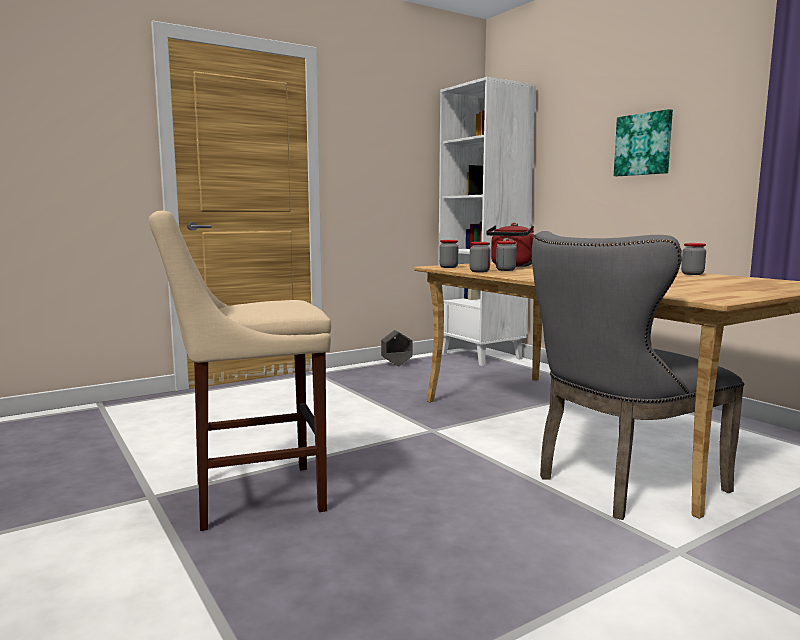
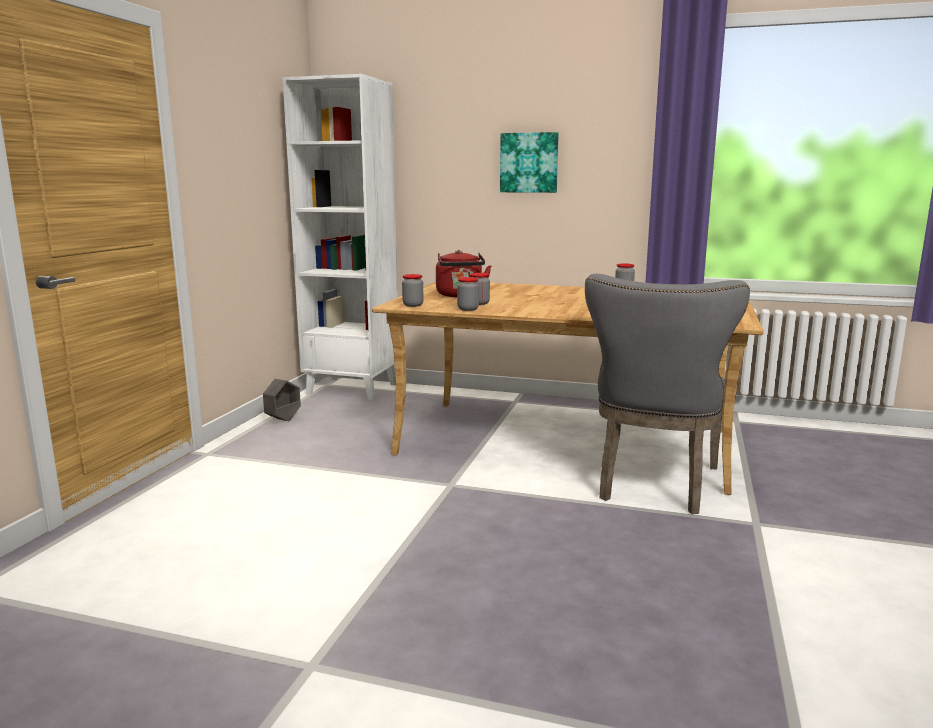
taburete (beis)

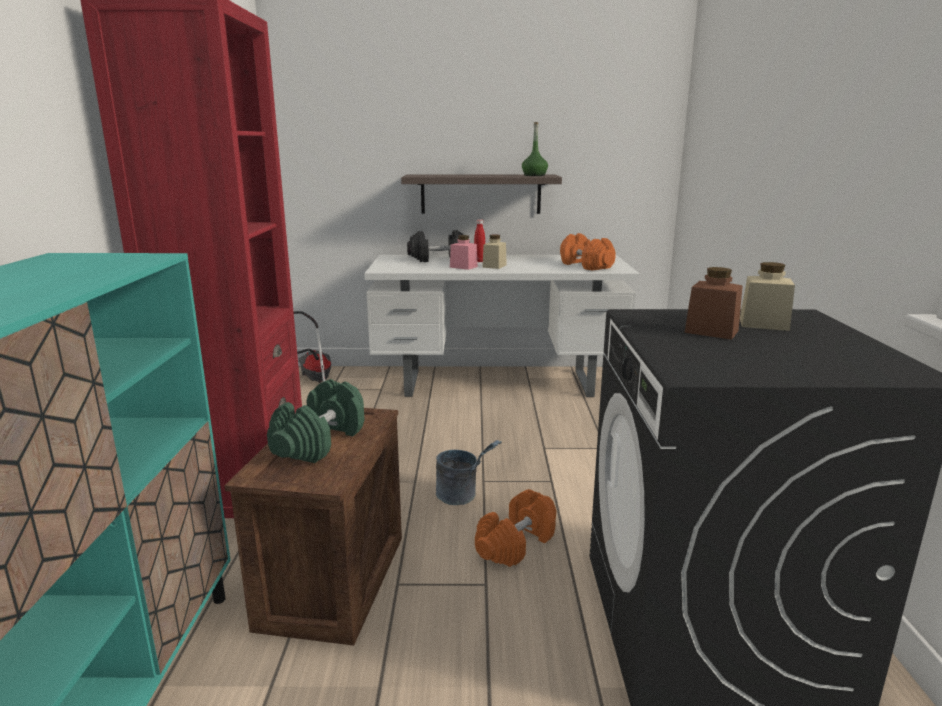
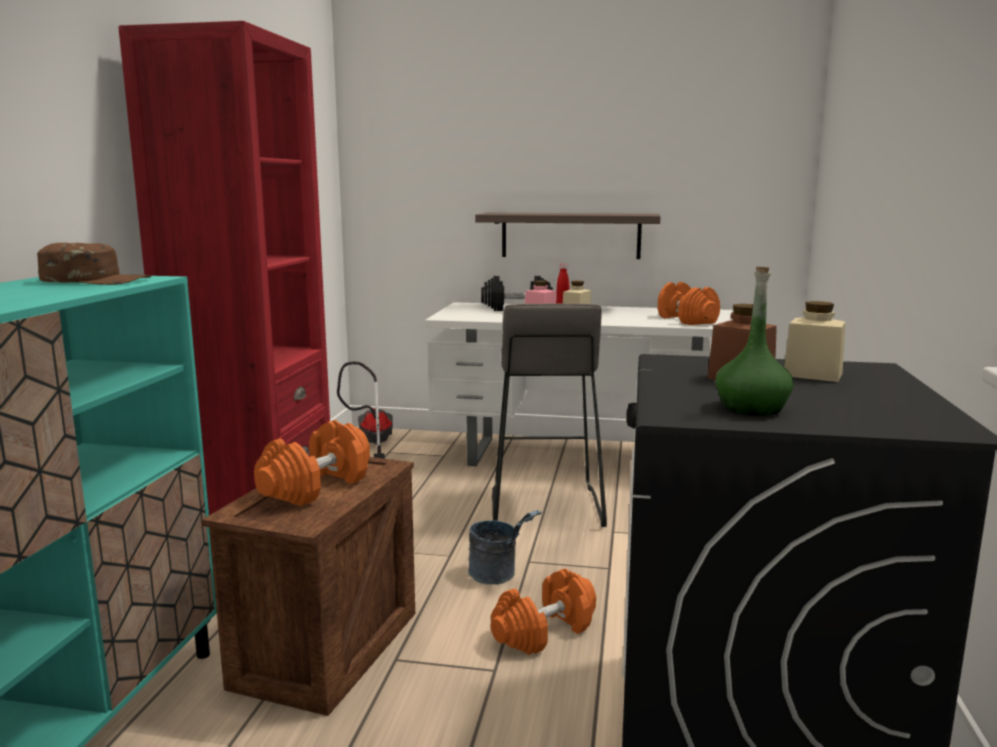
mancuerna (naranja) (1st from left)
botella (verde)
gorra (marrón)
taburete (gris)

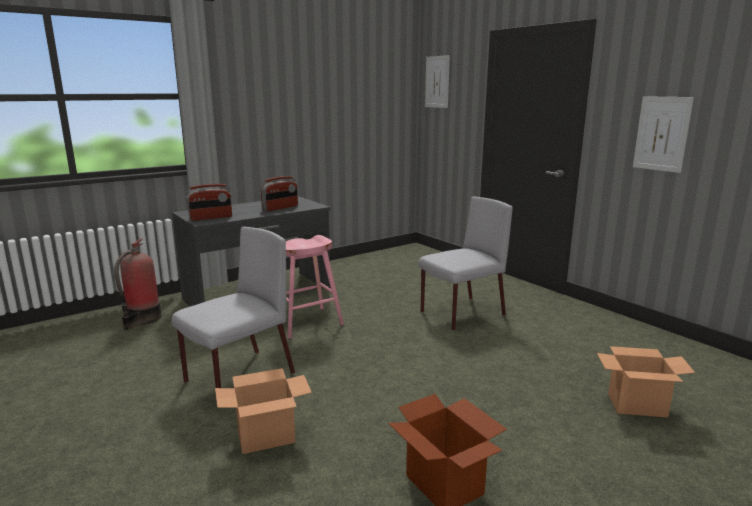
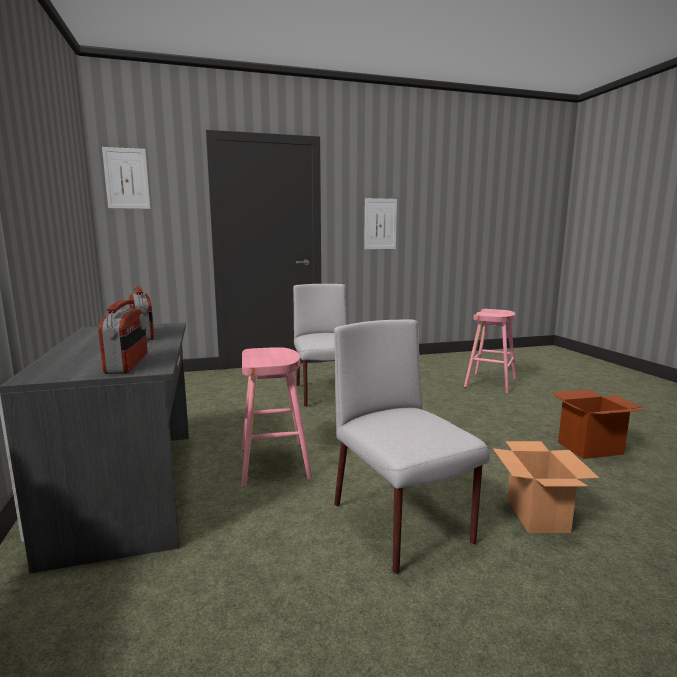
extintor
taburete (rosa) (2nd from left)

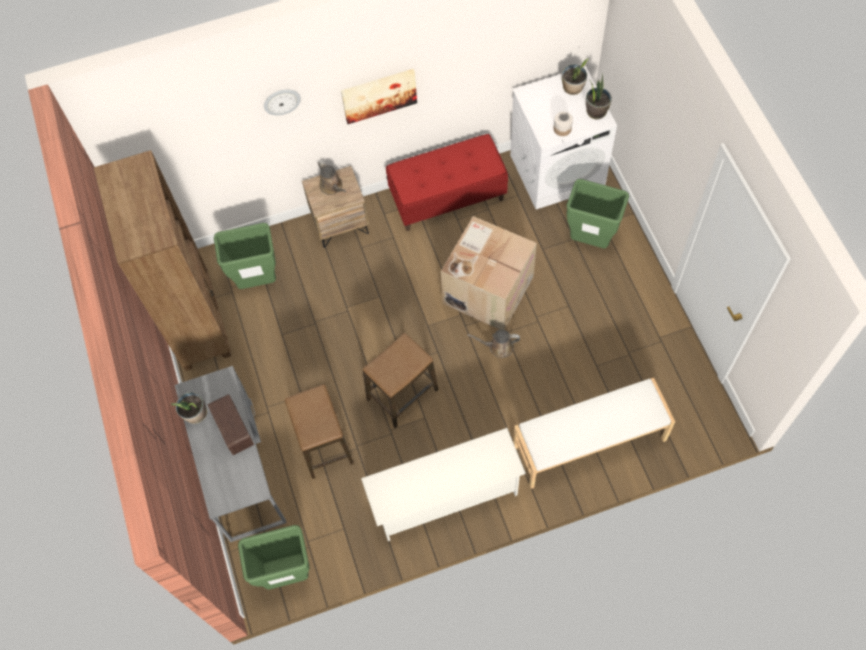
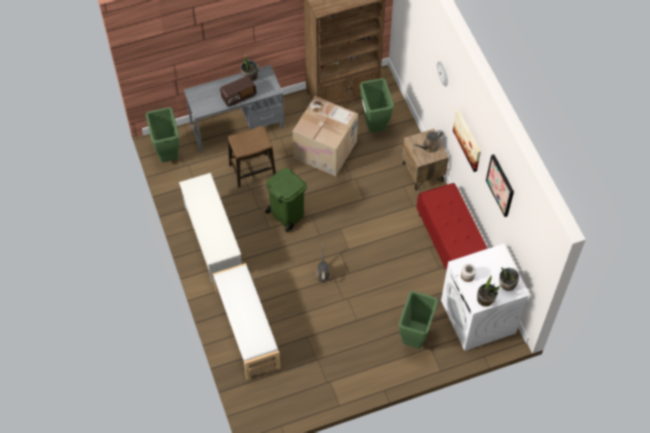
papelera (verde) (2nd from left)
caja de cartón
cuadro (2nd from left)

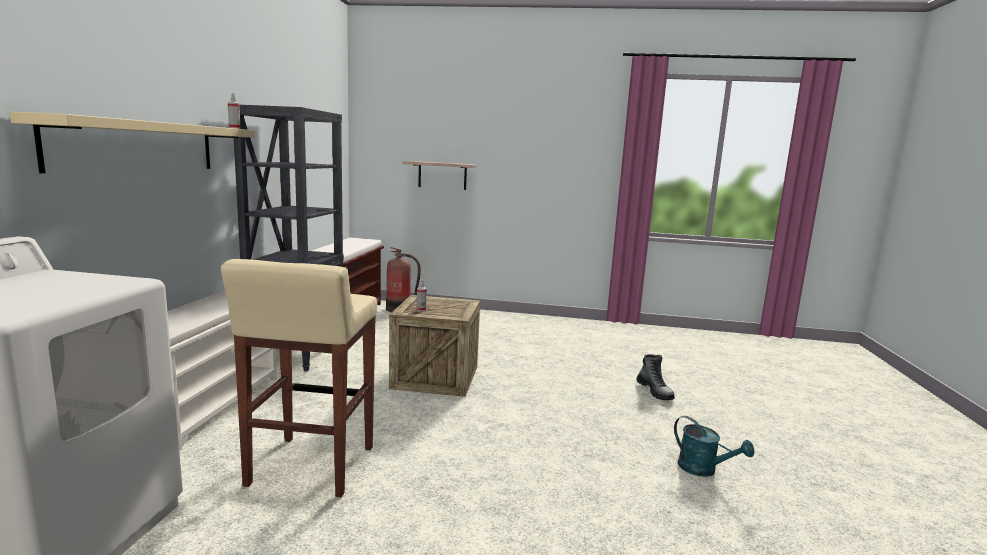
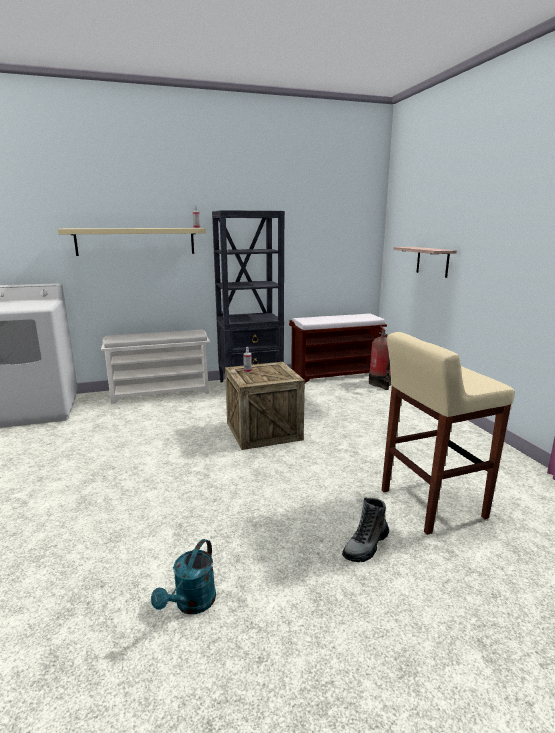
taburete (beis)

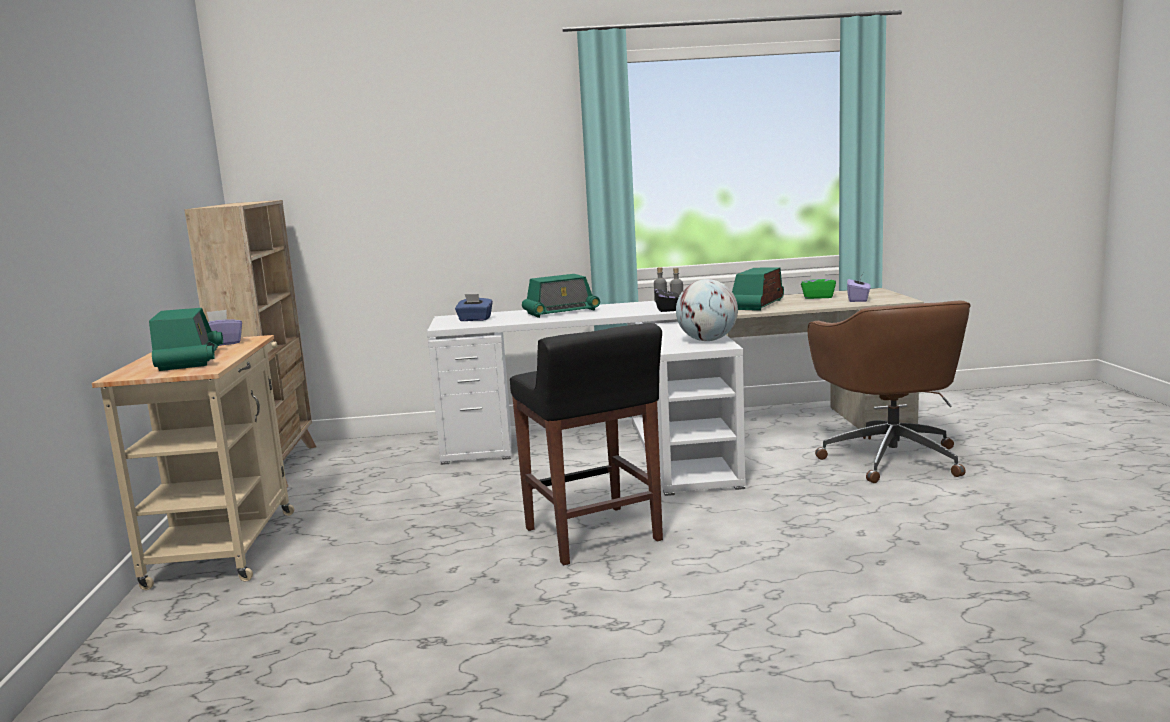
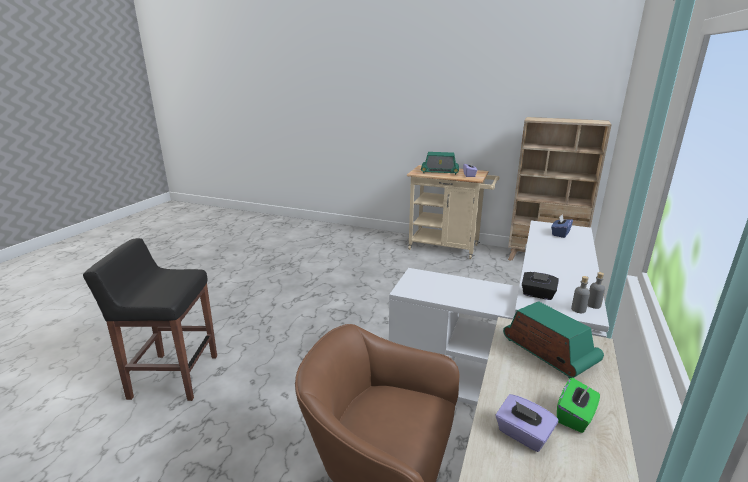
taburete (negro)
radio (2nd from left in the first image)
globo terráqueo

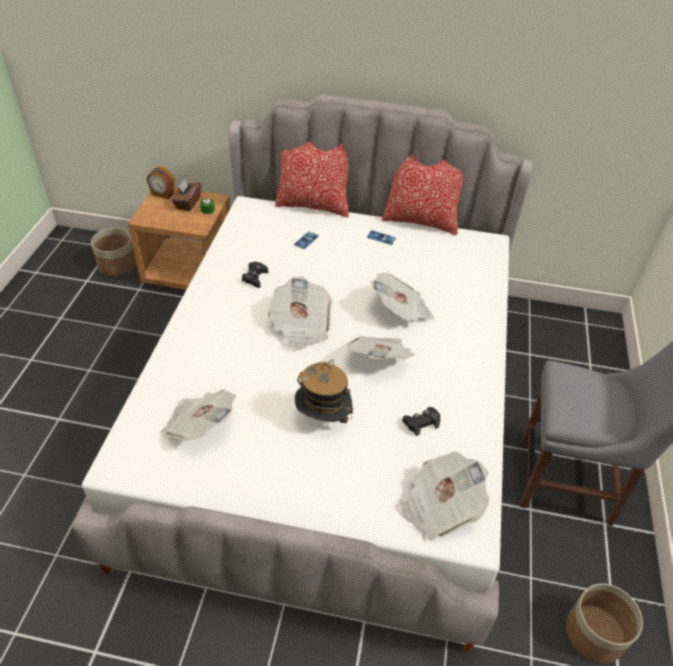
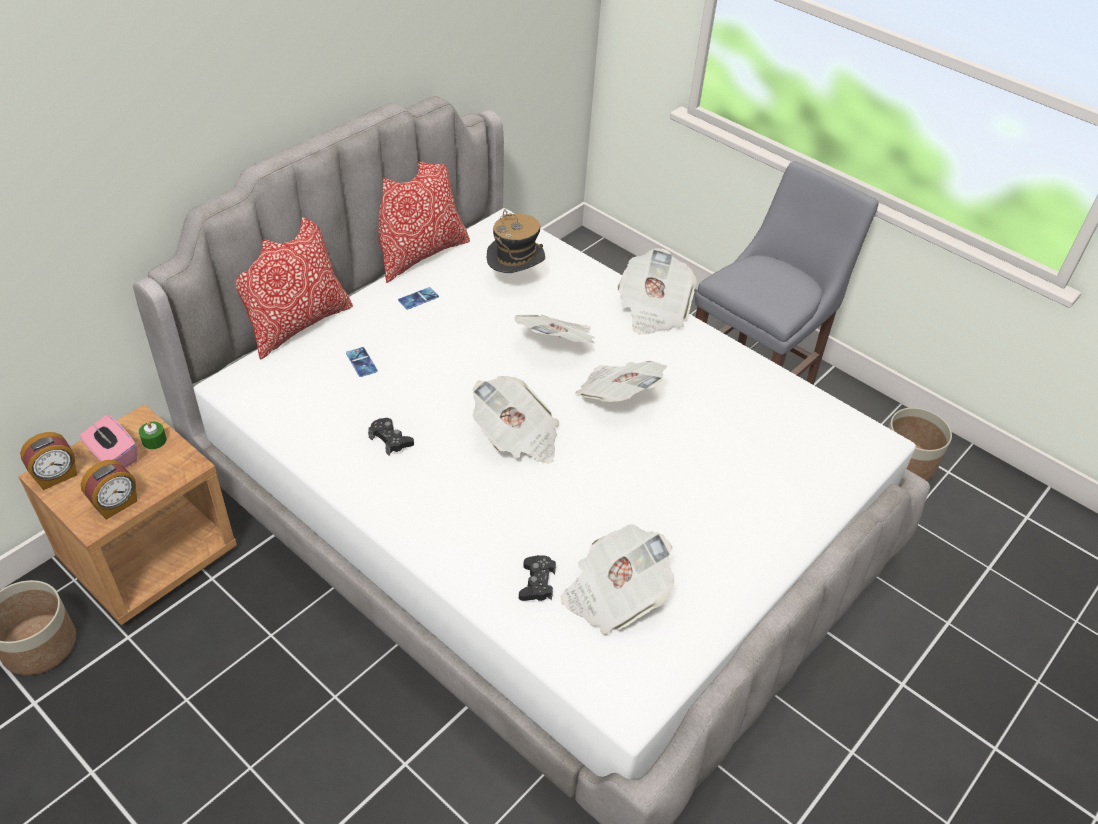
caja de pañuelos (rosa)
sombrero
periódico (5th from left)
mando de consola (negro) (2nd from left)
despertador (2nd from left)

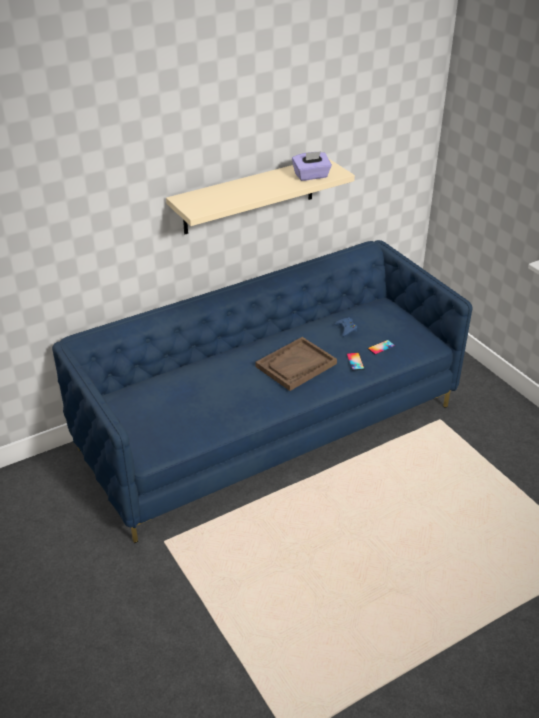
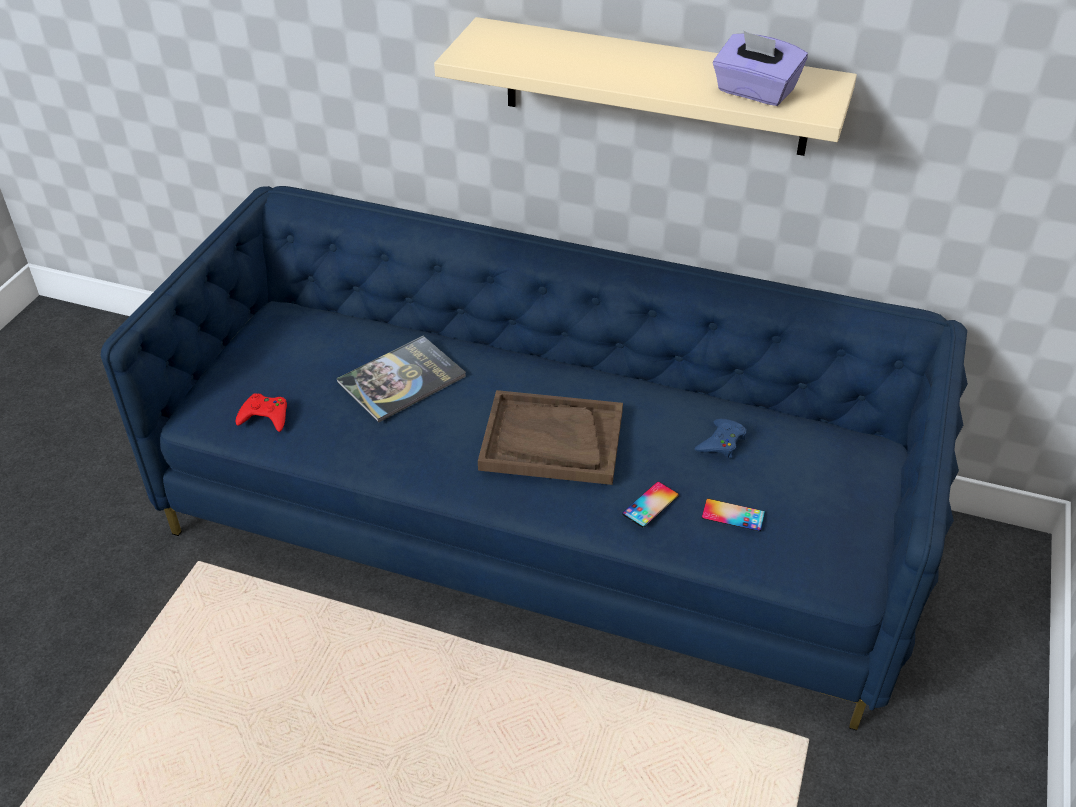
mando de consola (rojo)
libro

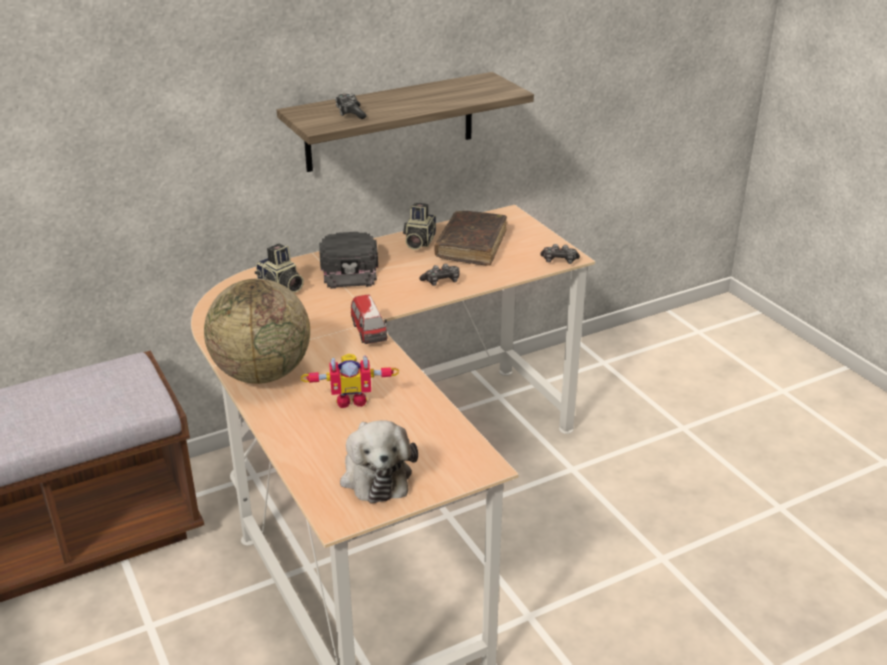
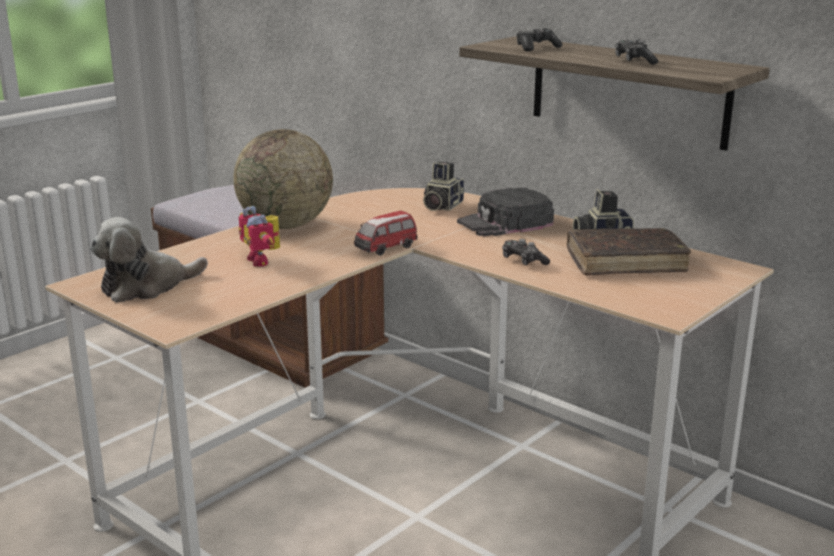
mando de consola (3rd from left)

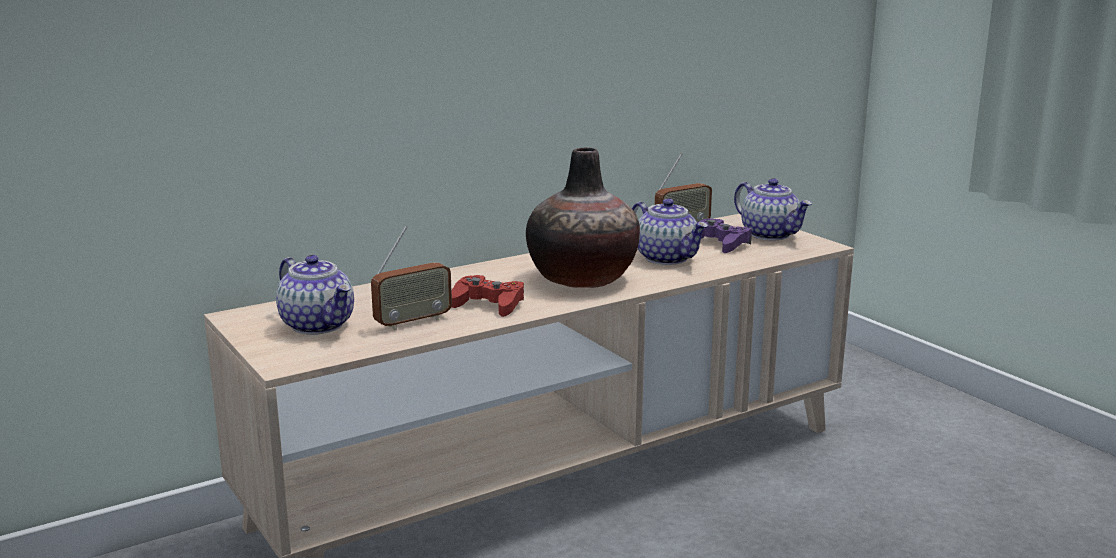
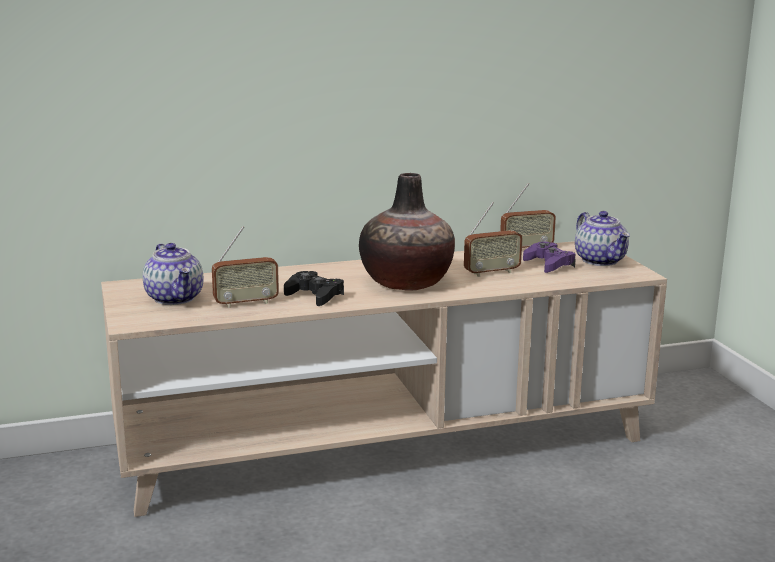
mando de consola (negro)
radio (2nd from left)

